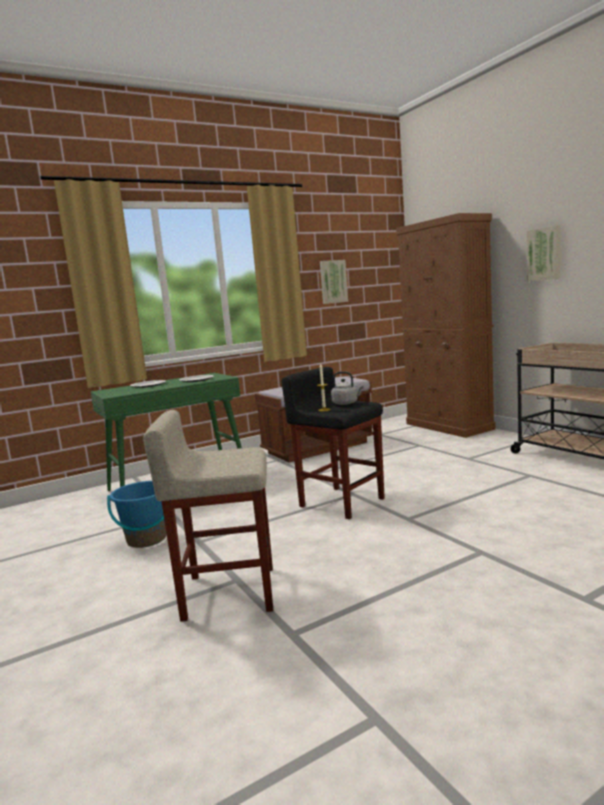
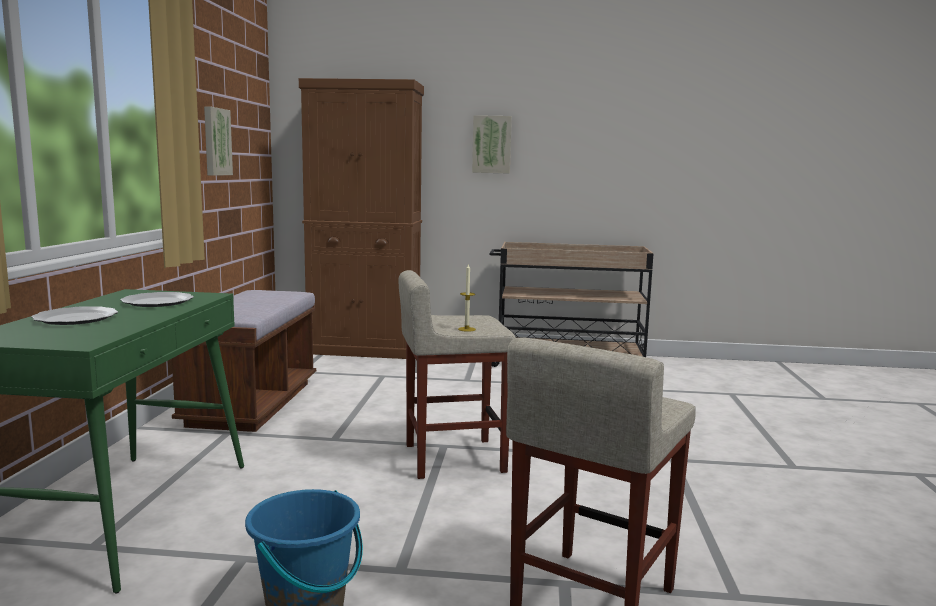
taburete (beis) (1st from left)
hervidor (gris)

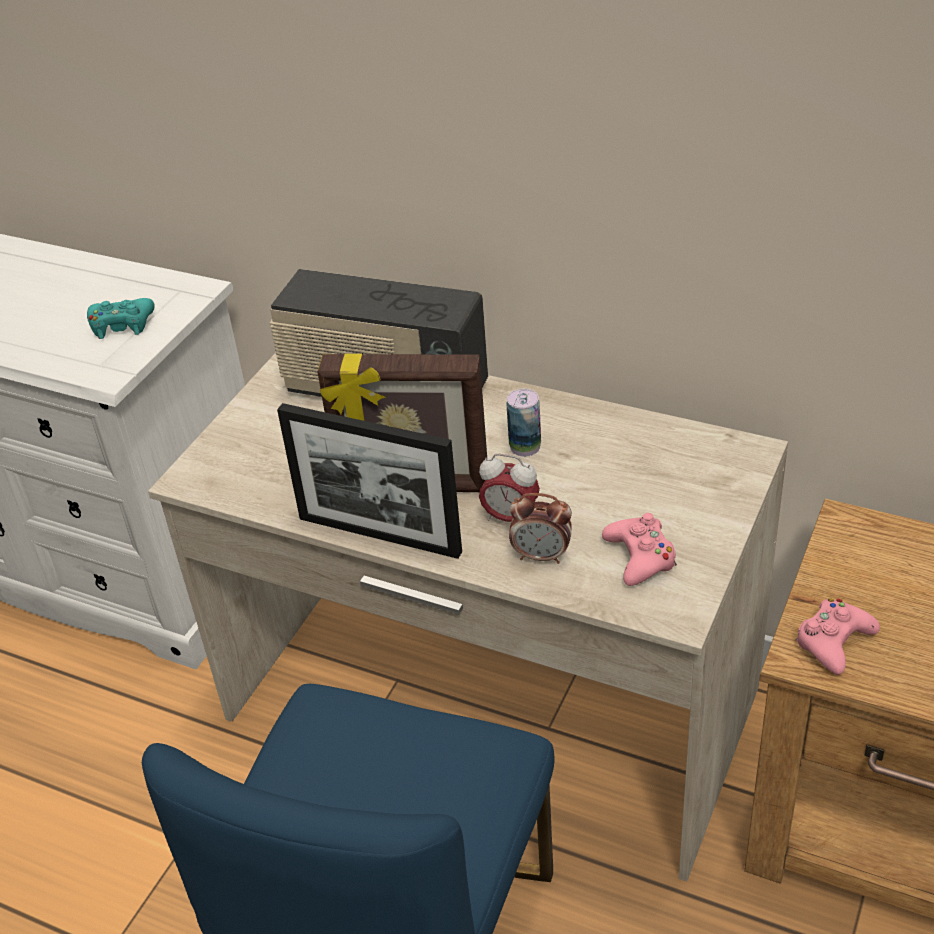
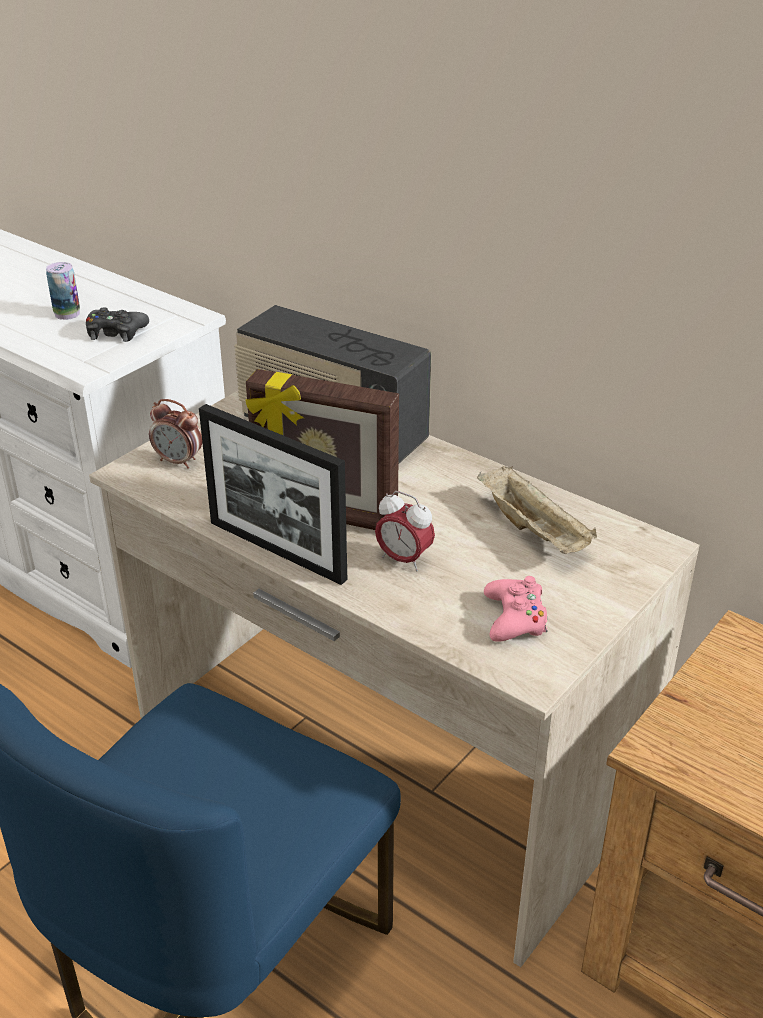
mando de consola (negro)
lata
despertador (1st from left)
mando de consola (rosa) (2nd from left in the first image)
bandeja (beis)

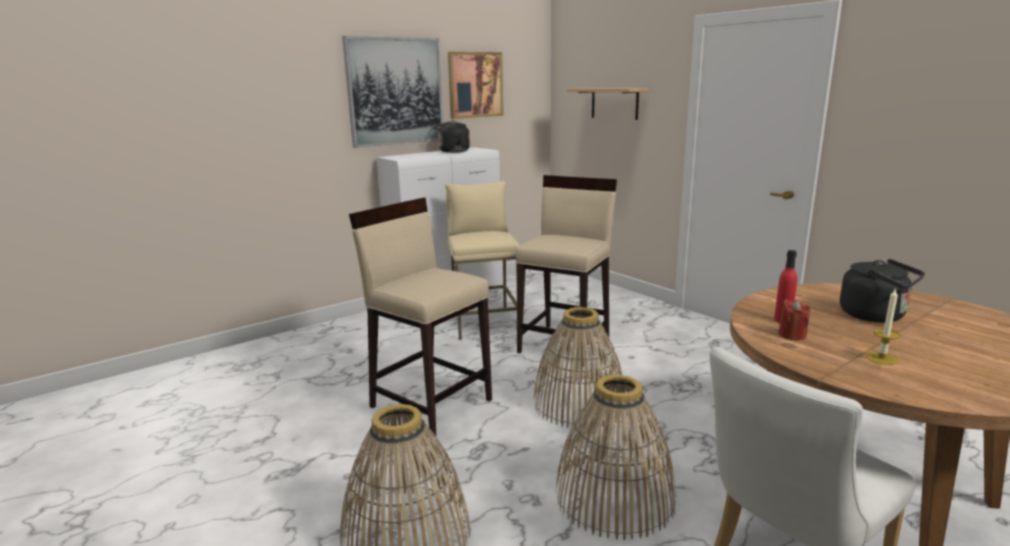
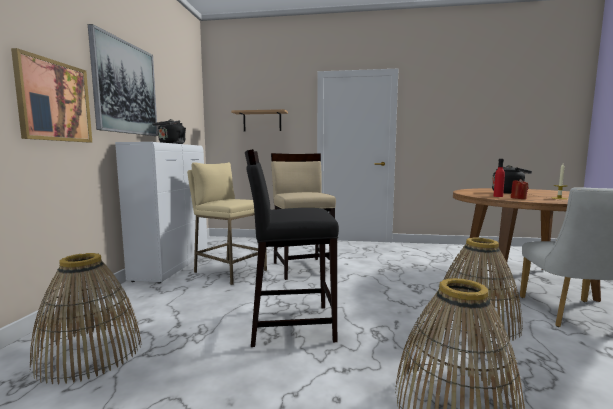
taburete (negro)
cuadro (1st from left)
cesta (1st from left)

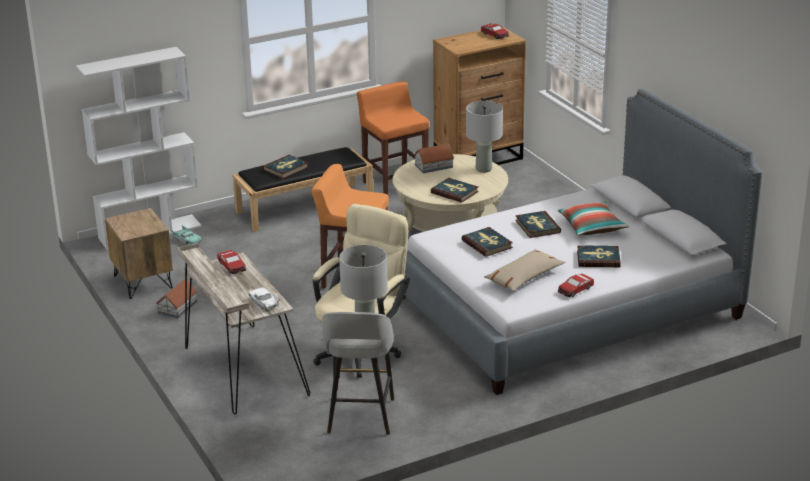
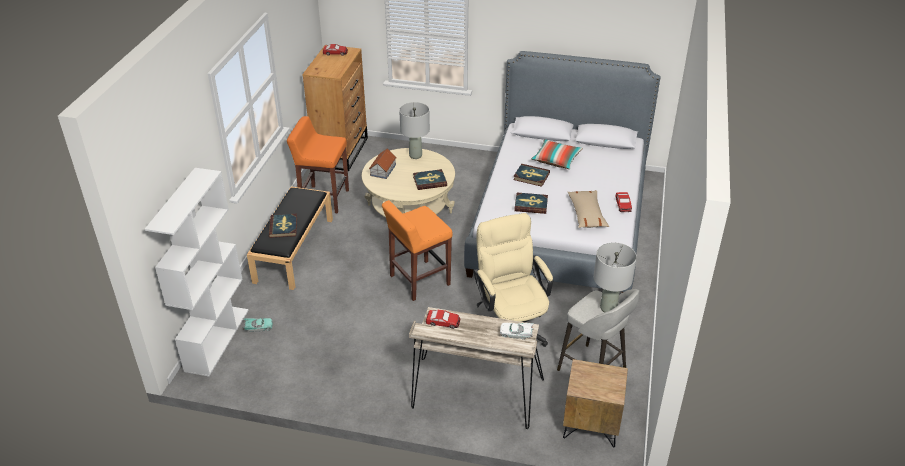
mesita de noche (marrón)
casita (1st from left in the first image)
libro (5th from left in the first image)

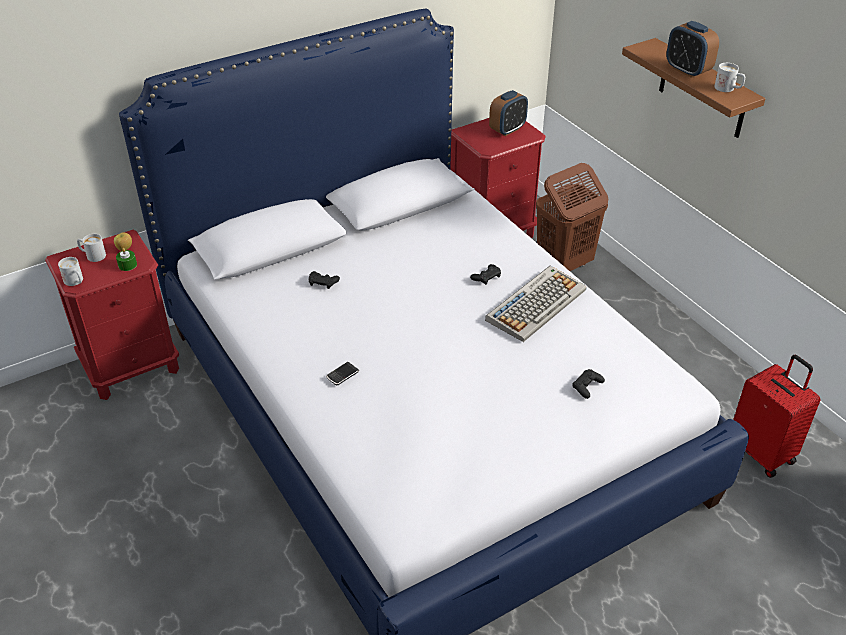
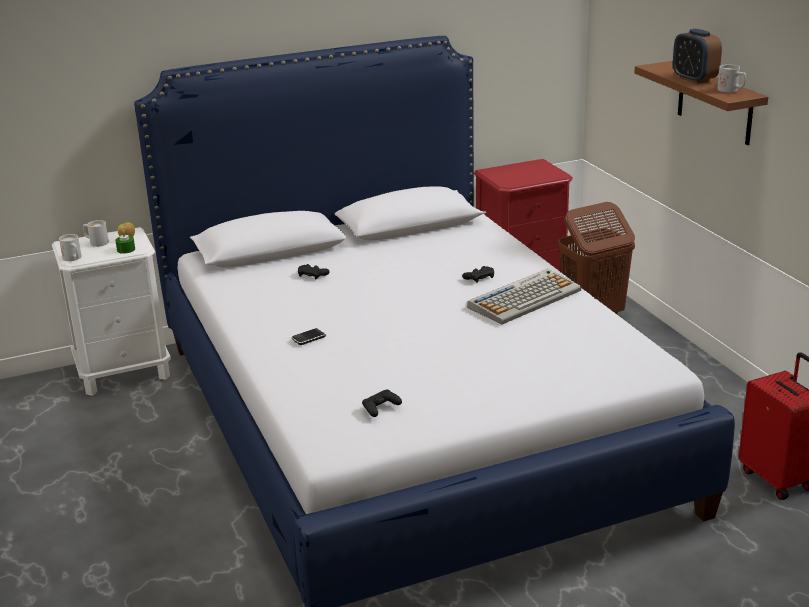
mesita de noche (blanco)
despertador (1st from left in the first image)
mando de consola (negro) (2nd from left)

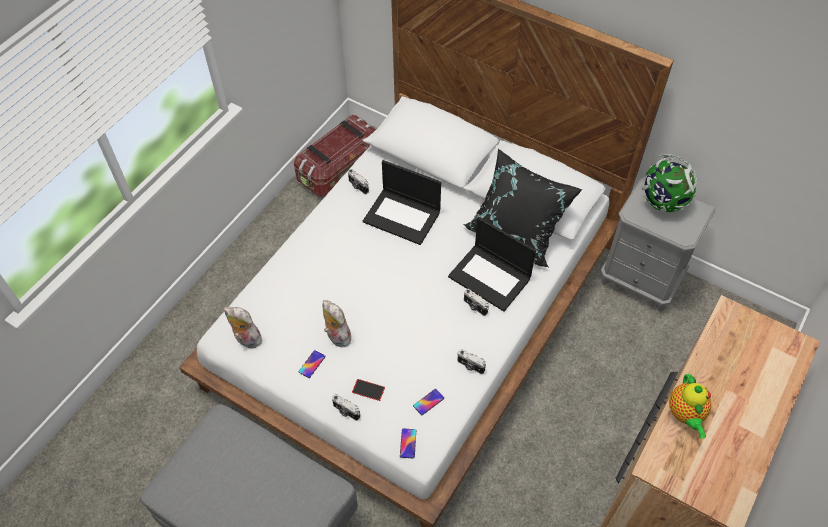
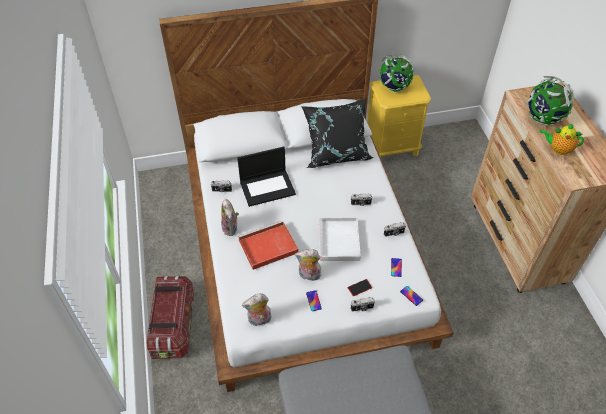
caja de almacenaje
portátil (2nd from left in the first image)
mesita de noche (amarillo)
tetera
peluche (1st from left)
bandeja (rojo)
bandeja (blanco)
globo terráqueo (2nd from left)

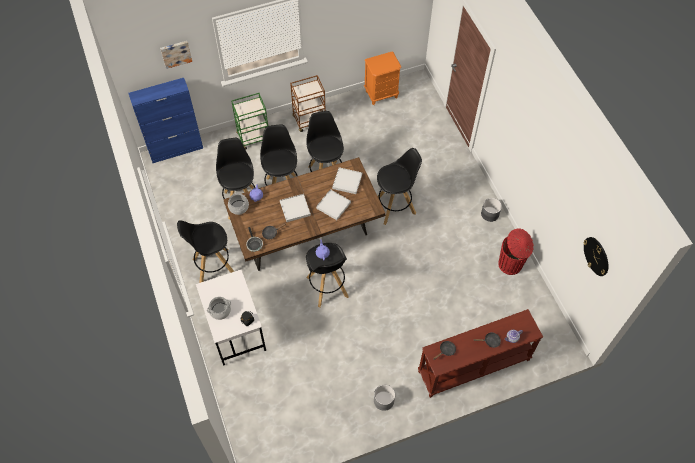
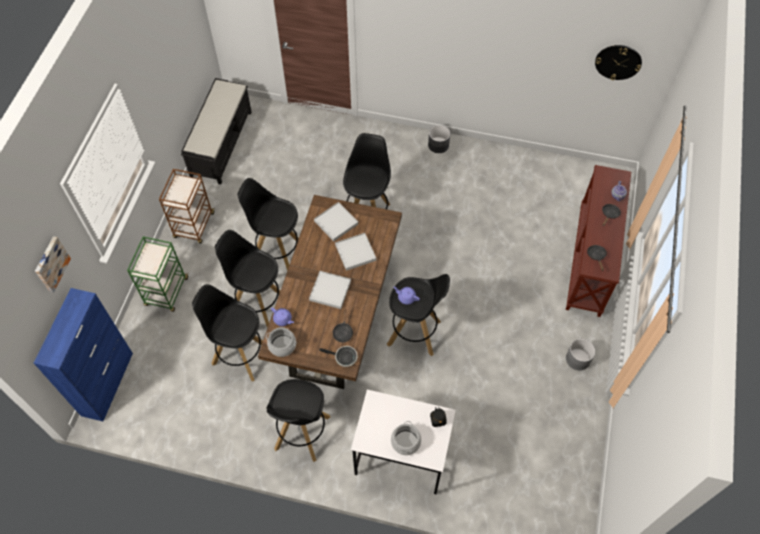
banco (negro)
papelera (rojo)

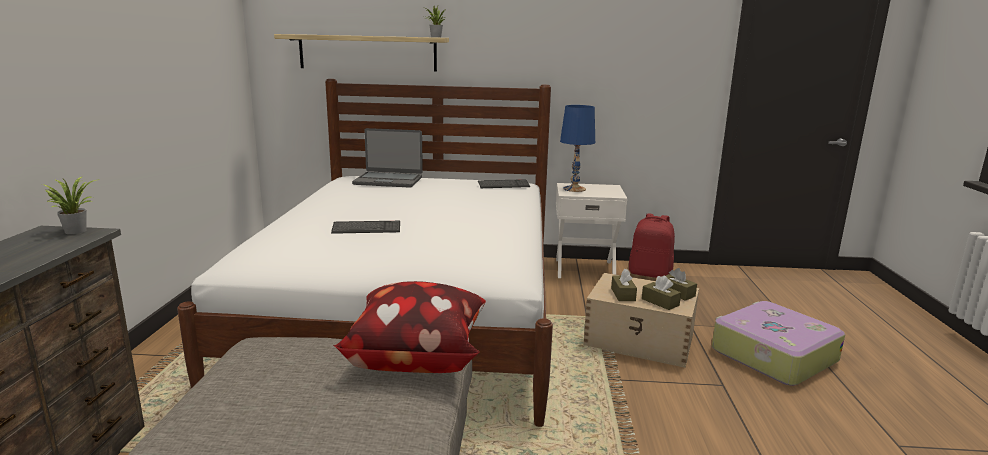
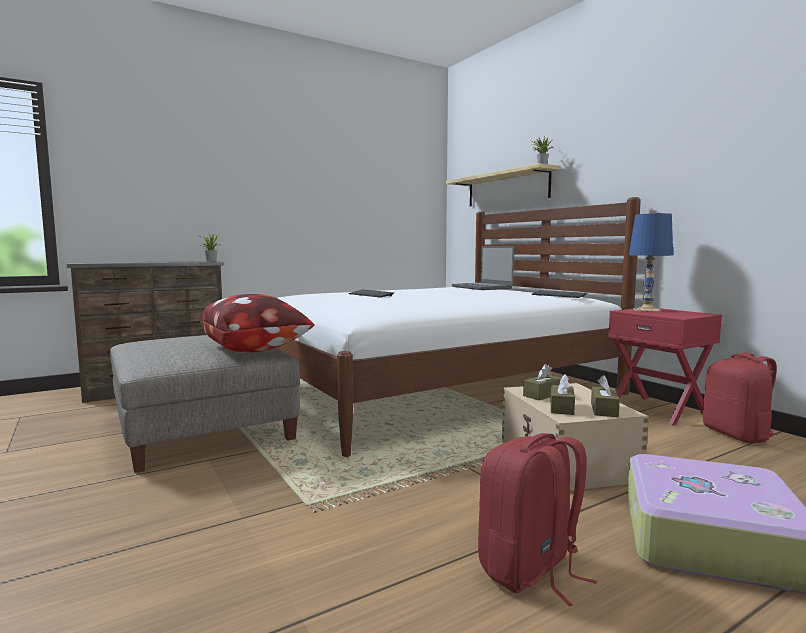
mesita de noche (rojo)
mochila (rojo) (1st from left)

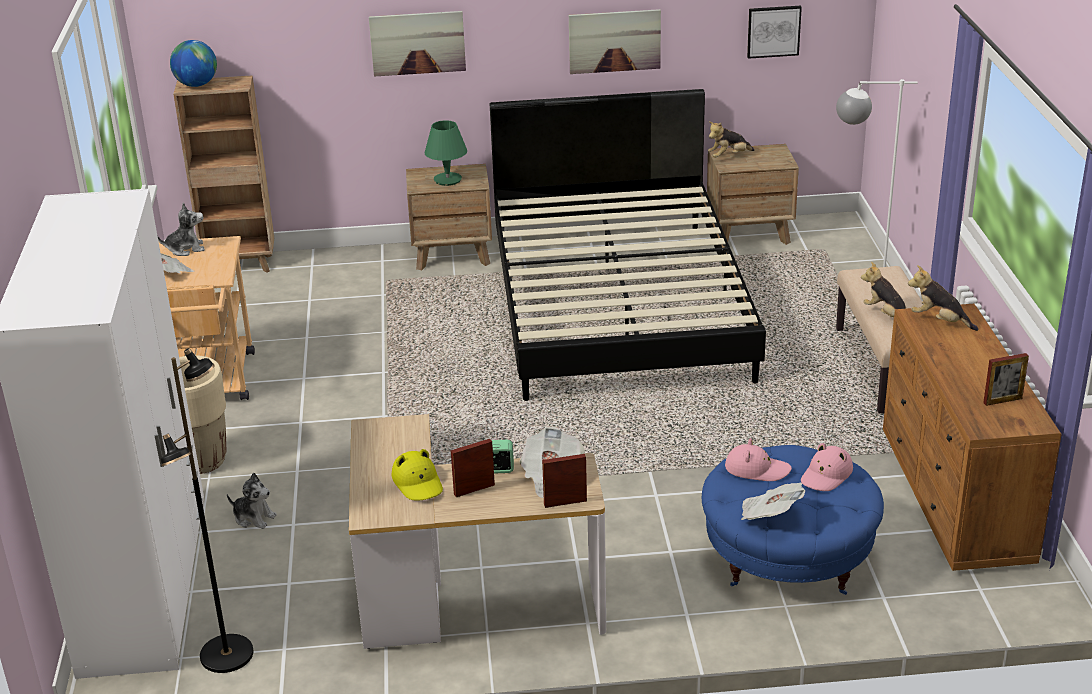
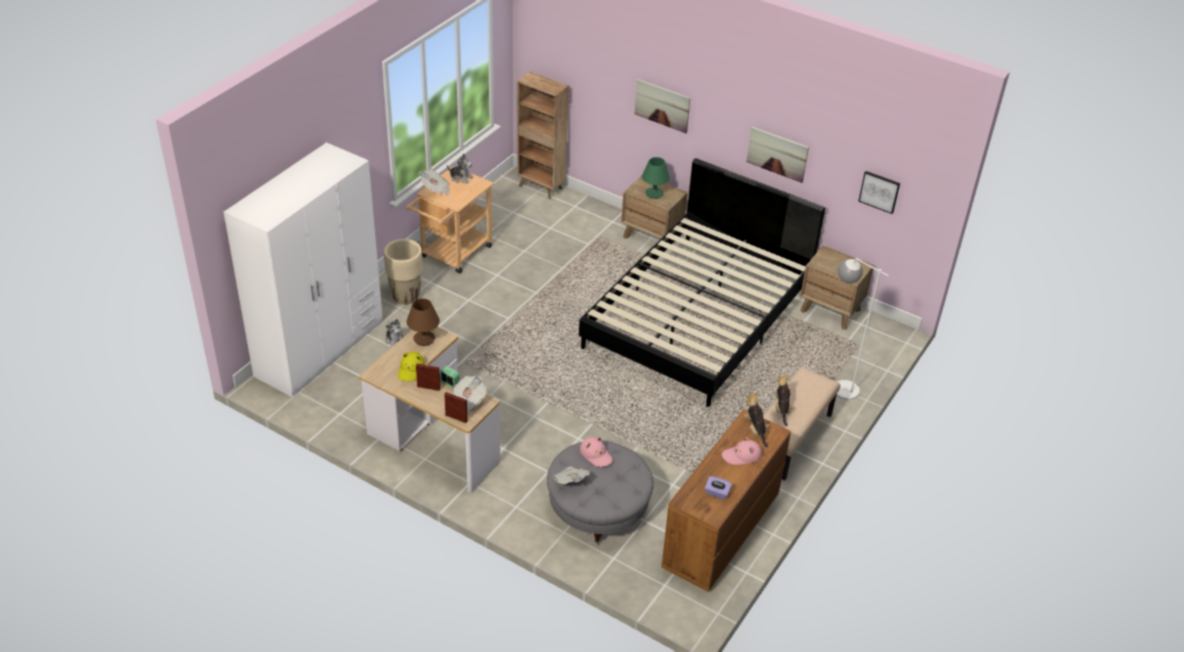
lámpara de pie (negro)
globo terráqueo
puf (gris)
peluche (3rd from left in the first image)
sombrero (rosa) (2nd from left)
caja de pañuelos (morado)
lámpara de mesa (marrón)

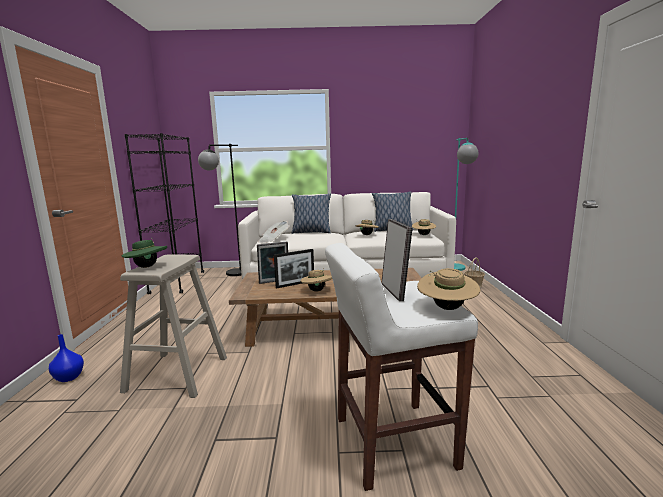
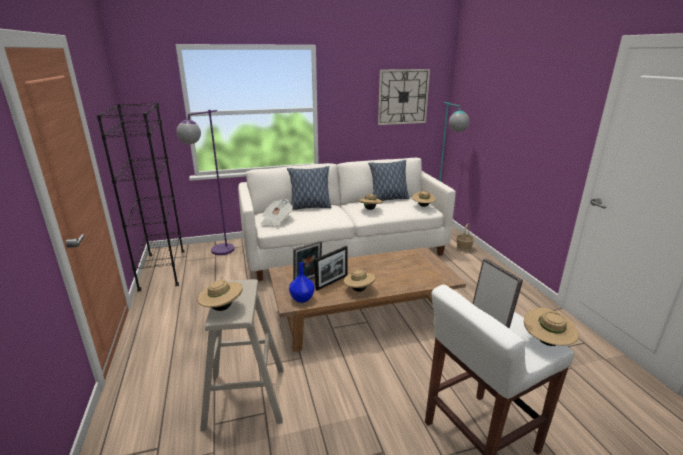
florero (azul)
sombrero (beis) (1st from left)
lámpara de pie (morado)
reloj de pared

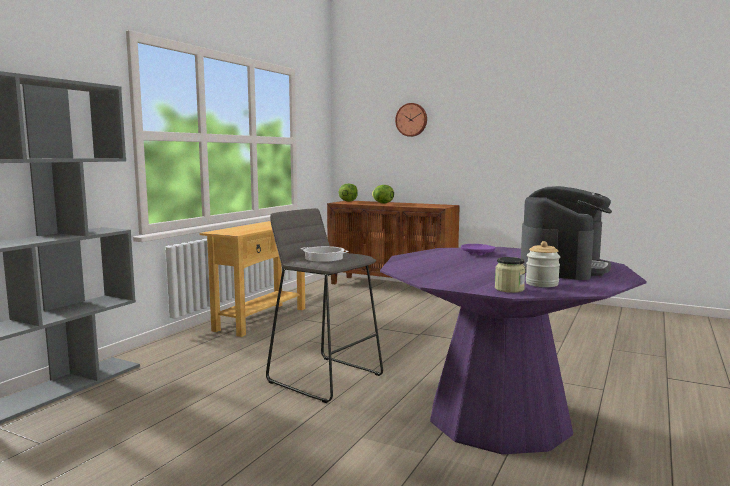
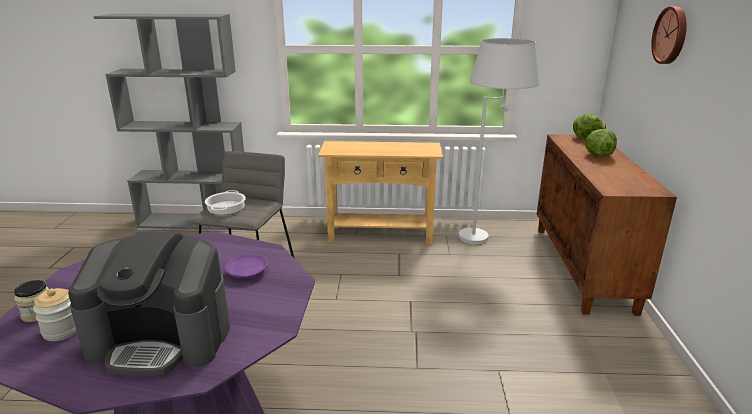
lámpara de pie (blanco)

